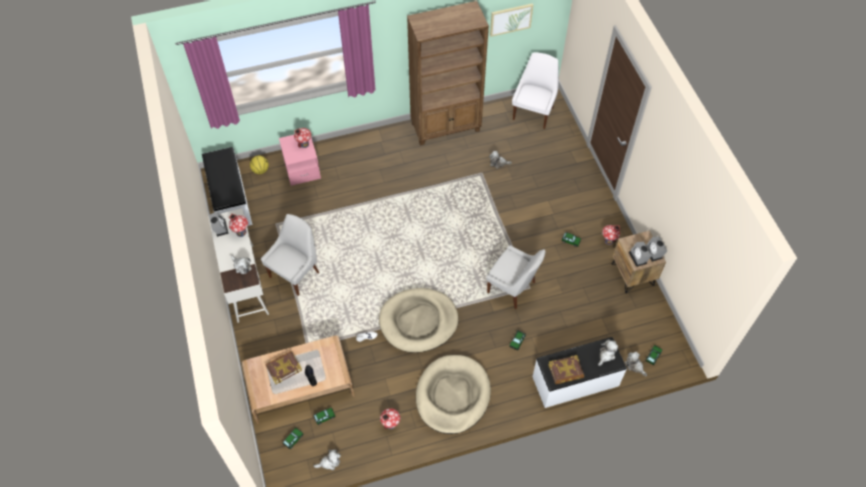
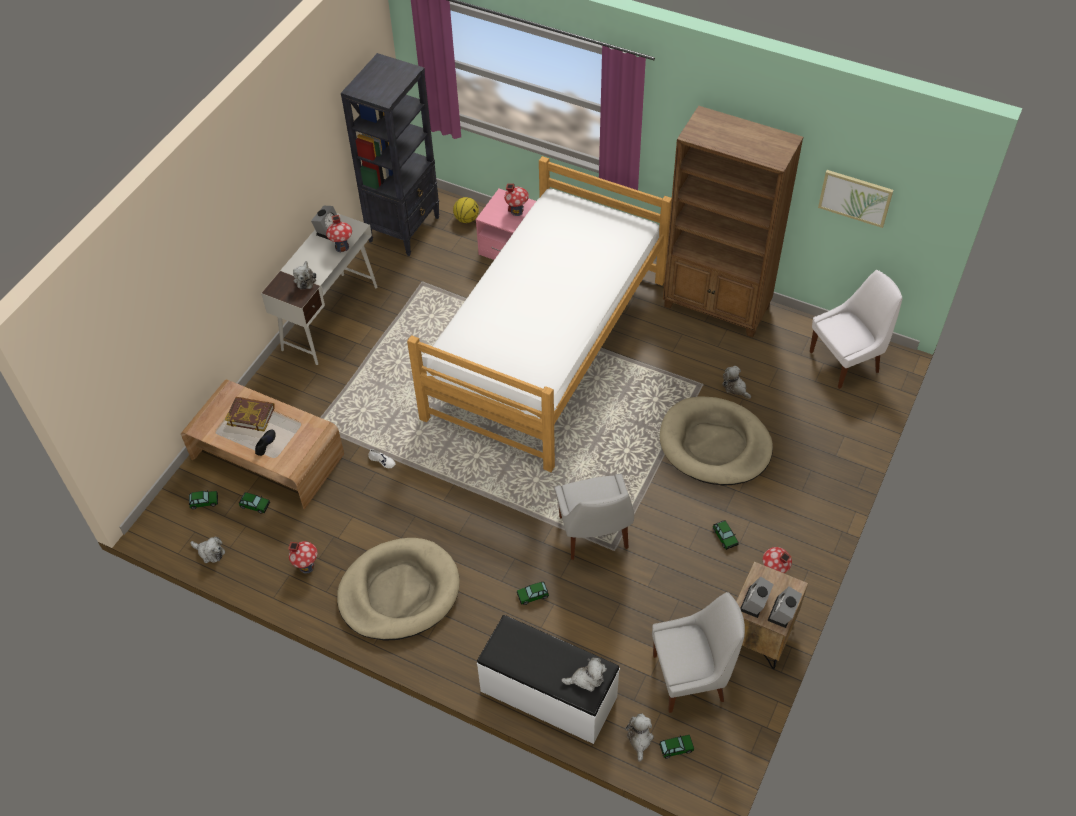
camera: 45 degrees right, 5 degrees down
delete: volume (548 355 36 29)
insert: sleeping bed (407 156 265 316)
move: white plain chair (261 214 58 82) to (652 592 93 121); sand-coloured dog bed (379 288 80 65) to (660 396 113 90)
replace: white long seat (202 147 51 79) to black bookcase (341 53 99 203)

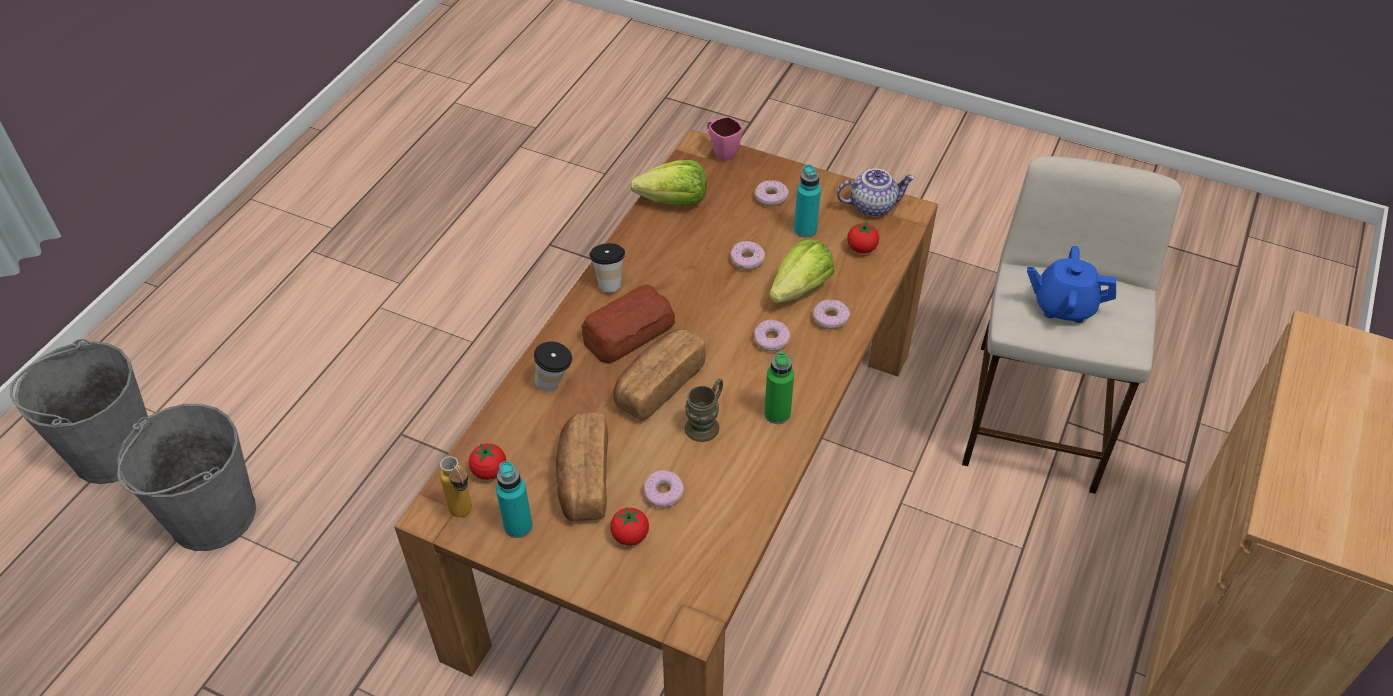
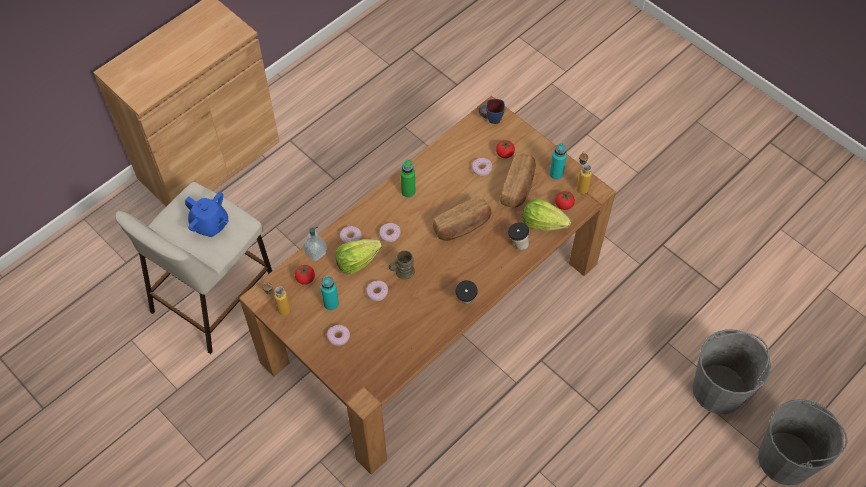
camera: 160 degrees left, 10 degrees up
delete: pink tea mug (707 117 36 44); bakery bread (581 284 94 79)
insert: bluish tea mug (479 99 26 25); liquid soap bottle (303 227 24 34)
move: lettuce head (631 160 76 46) to (522 198 49 33); brownish tea mug (685 379 38 63) to (389 250 26 30)
replace: tea pot (837 169 78 48) to beverage bottle (262 282 29 34)

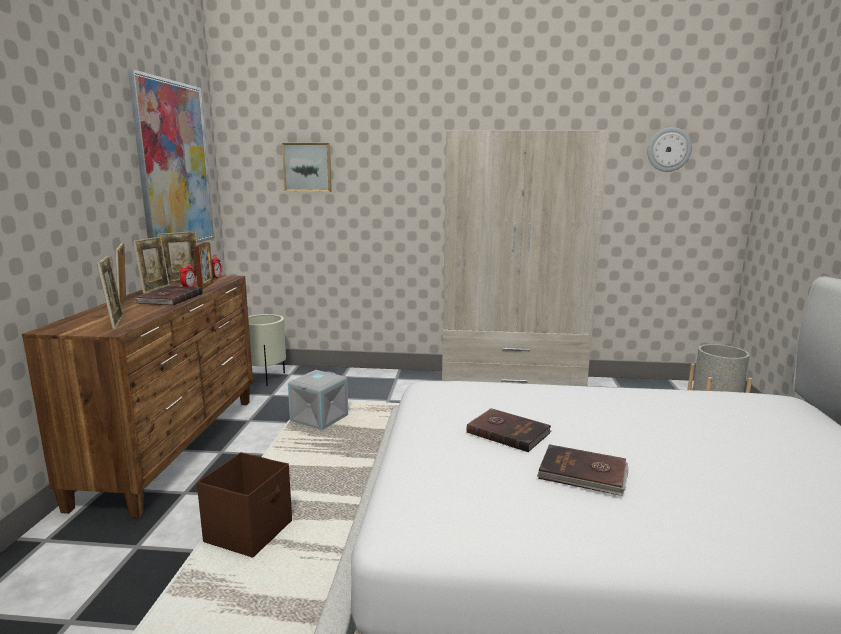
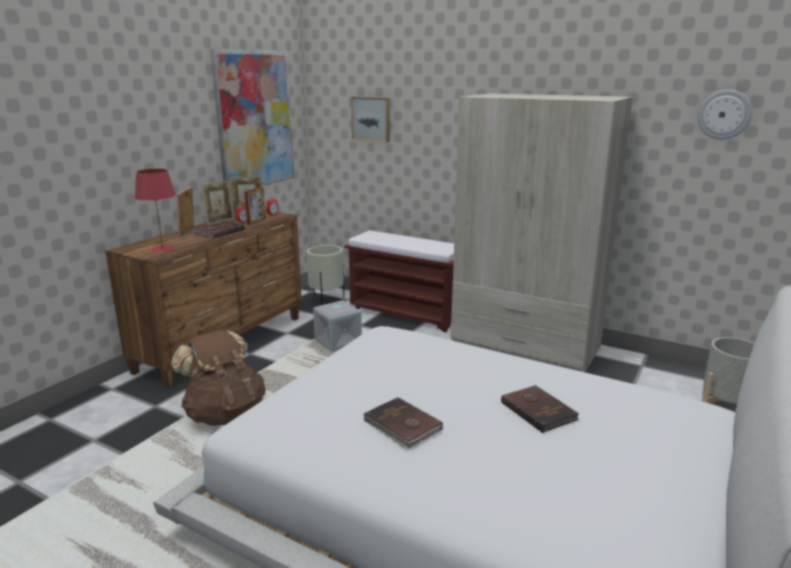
camera: 25 degrees right, 5 degrees up
insert: brownish long seat (345 230 109 102)
move: brownish volume (467 408 84 44) to (501 385 78 48)
replace: photo frame (97 256 27 73) to red-coloured tabletop lamp (135 169 41 83); brownish storage bin (197 452 95 106) to brownish knapsack (171 330 95 96)

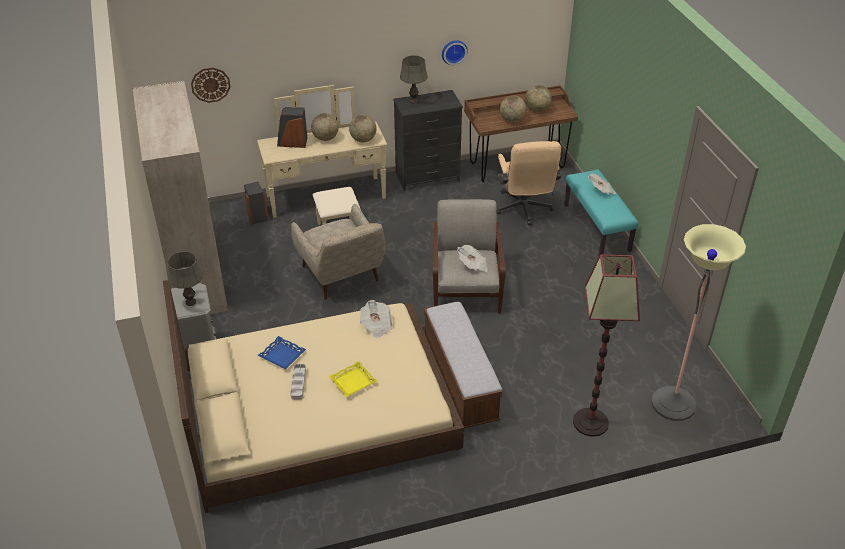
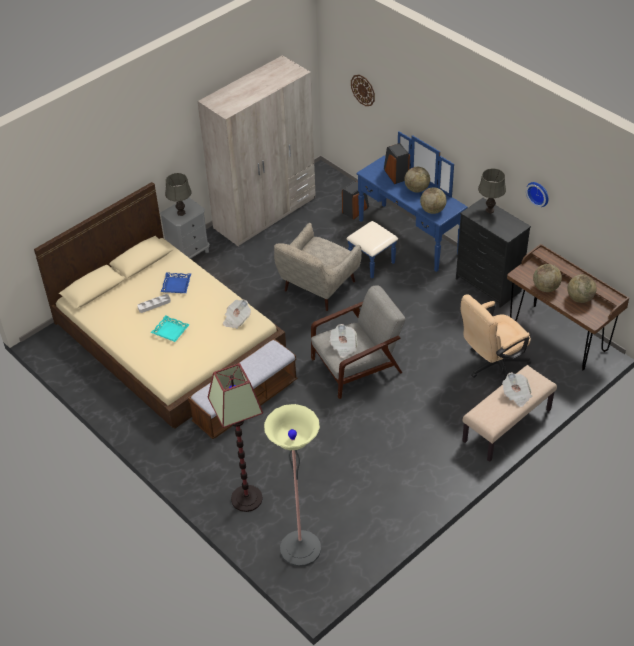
camera: 65 degrees right, 5 degrees up
recolor: sand-coloured drawer chest (257 85 130 140) to bluish drawer chest (346 131 122 147); blue-green long seat (564 170 74 86) to sand-coloured long seat (462 365 95 97); yellowish carrying tray (328 361 49 36) to blue-green carrying tray (151 315 39 27)

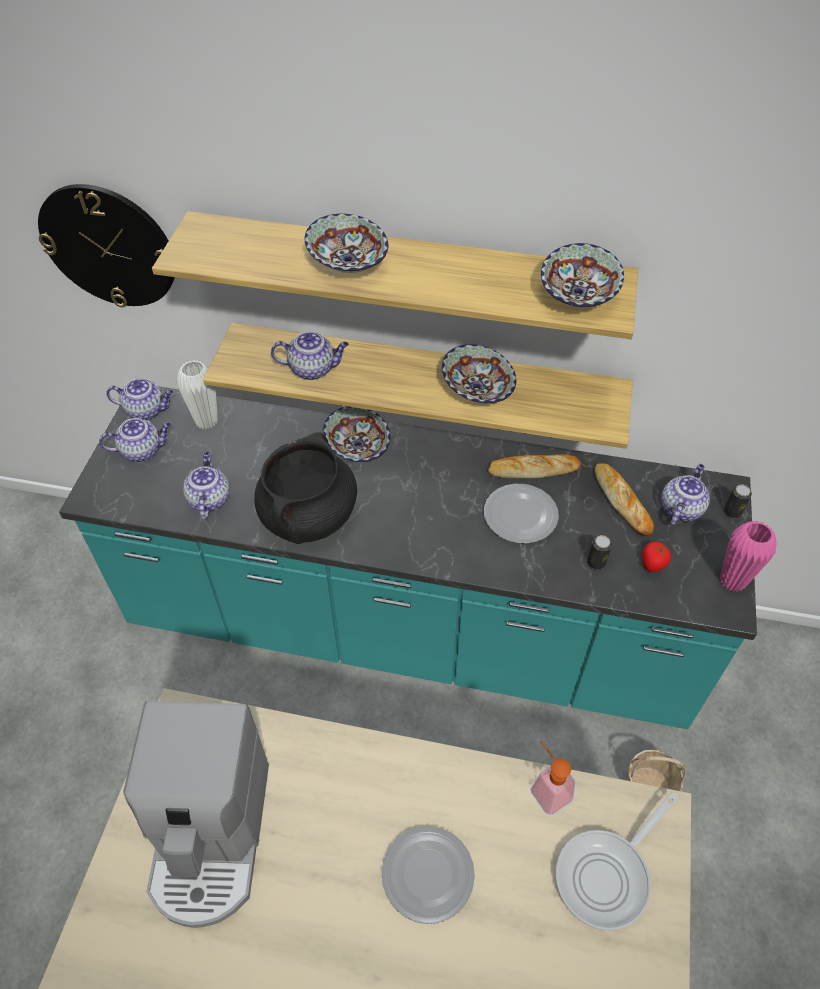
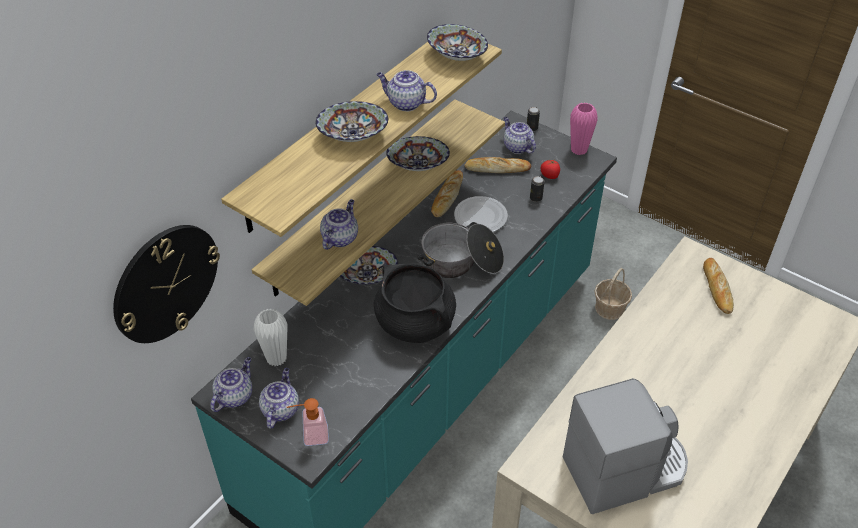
camera: 65 degrees left, 5 degrees down
delete: flat dish (382 826 93 98)
insert: saucepot (417 222 87 56)
move: tea pot (183 452 47 68) to (376 70 61 41); liquid soap bottle (530 741 45 74) to (287 398 42 48)
replace: frying pan (556 792 123 139) to bakery bread (703 258 31 56)
rotate: coffee brewer (123 701 146 227) = (563 378 125 136) 45 degrees counterclockwise

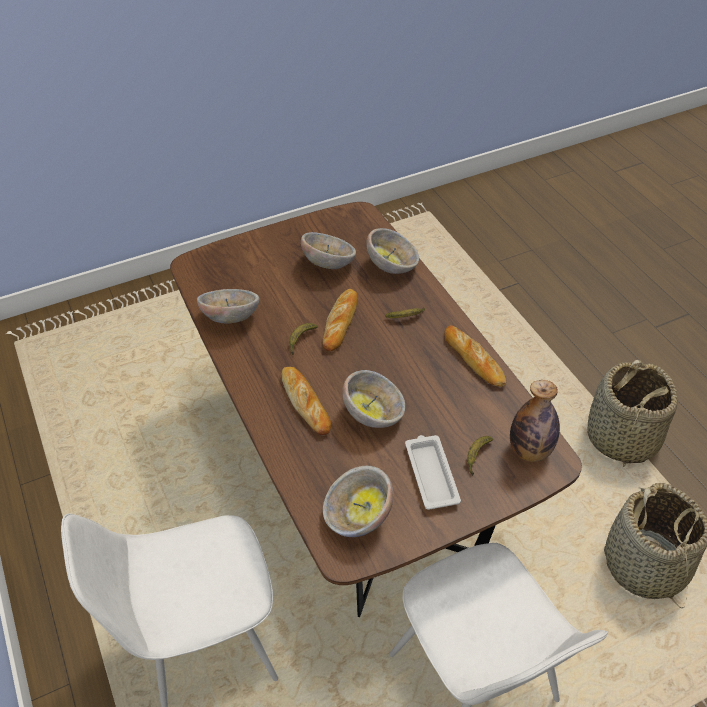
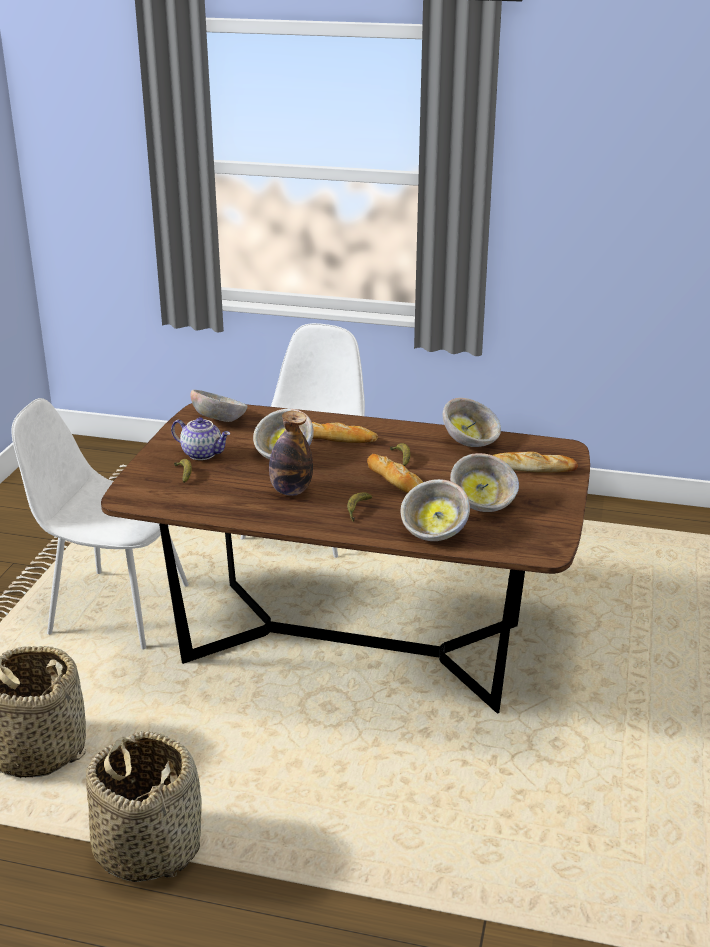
camera: 130 degrees right, 20 degrees down
move: bakery bread (444 325 62 62) to (493 452 85 21); beverage bottle (510 380 50 82) to (269 411 44 85)
replace: white carrying tray (405 435 56 75) to tea pot (171 417 59 43)

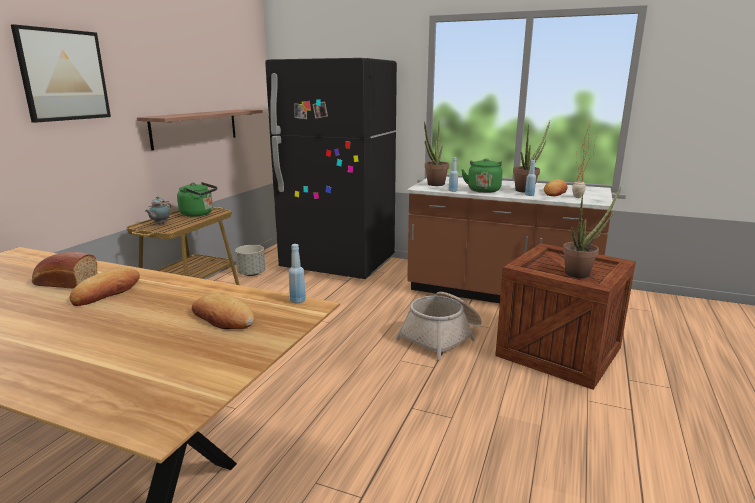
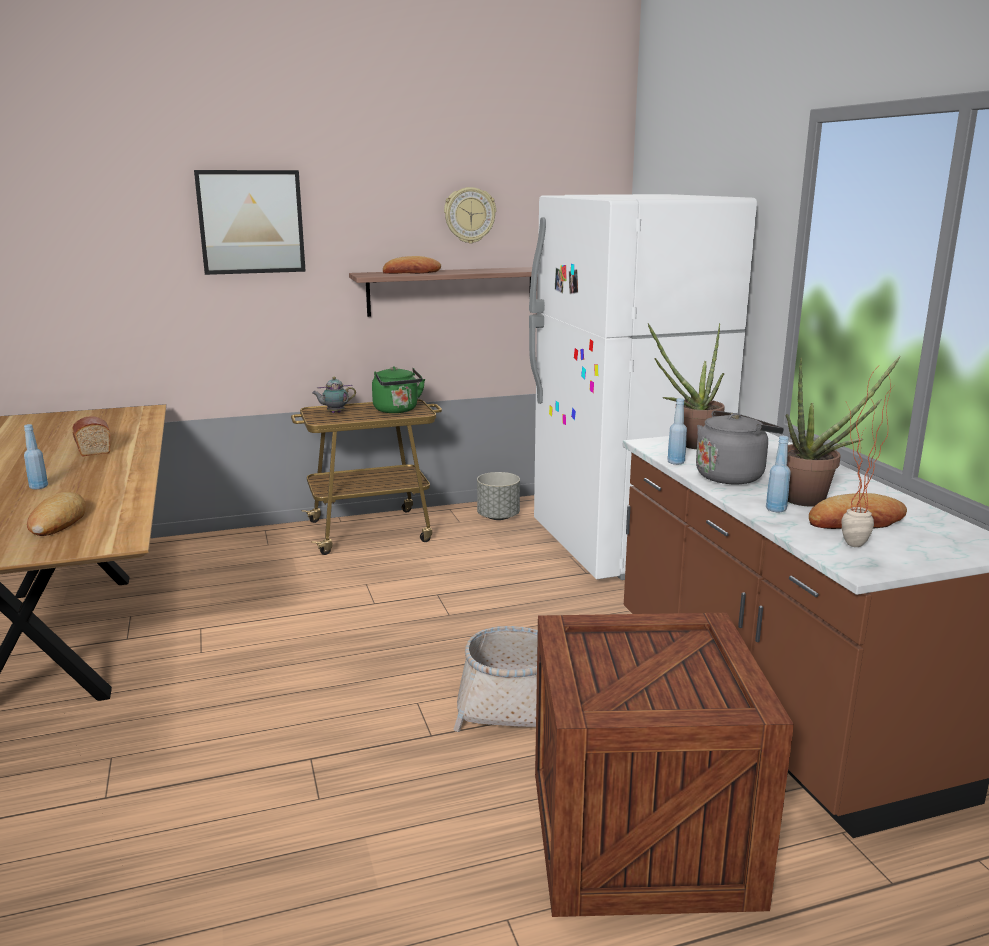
camera: 50 degrees right, 0 degrees up
delete: houseplant (563 187 58 91)
insert: wall clock (444 187 52 57)
move: bluish beverage bottle (289 244 17 59) to (24 424 24 65); bakery bread (70 268 70 38) to (383 256 58 18)
recolor: black kitchen fridge (265 58 132 221) to white kitchen fridge (529 194 228 386); greenish tea kettle (461 158 42 35) to greyish tea kettle (696 410 88 74)

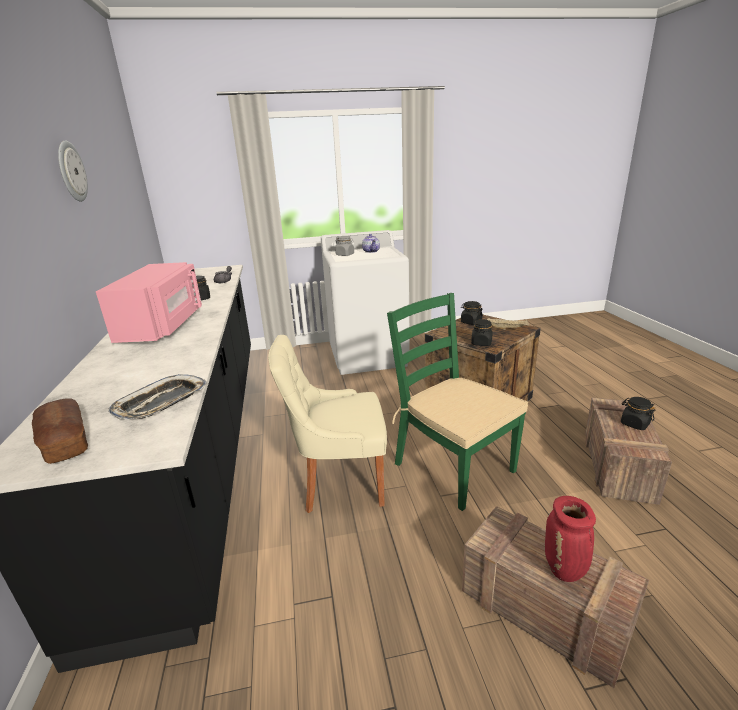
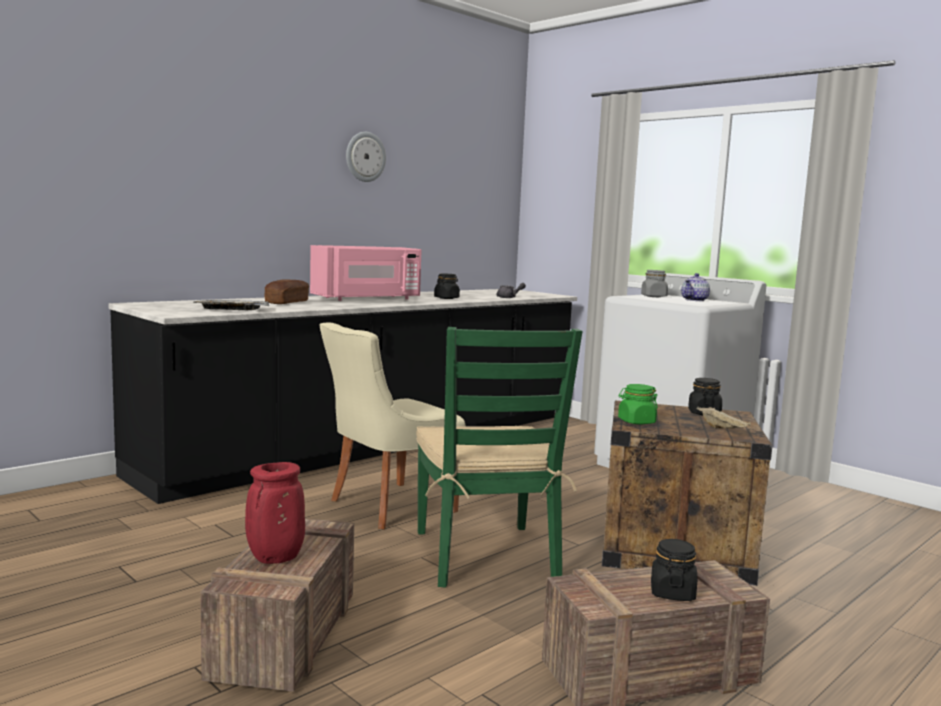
camera: 55 degrees right, 15 degrees down
move: bakery bread (32 398 56 66) to (264 279 45 25)
recolor: black storage jar (471 319 22 27) to greenish storage jar (618 384 40 40)
rotate: greenish plain chair (387 293 141 218) = (416 327 167 261) 150 degrees clockwise; sand-coloured plain chair (268 335 119 178) = (320 323 145 206) 90 degrees counterclockwise

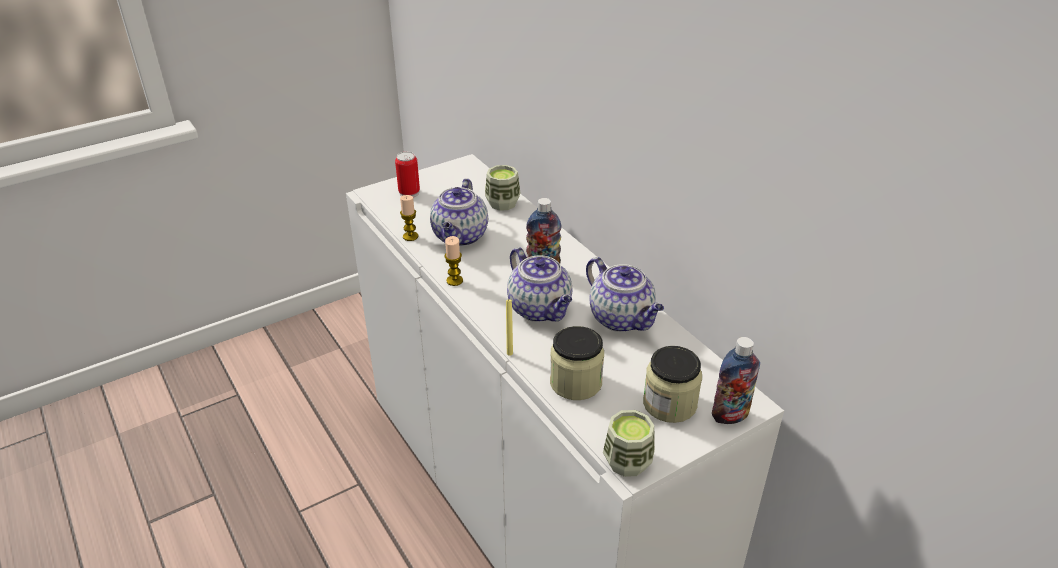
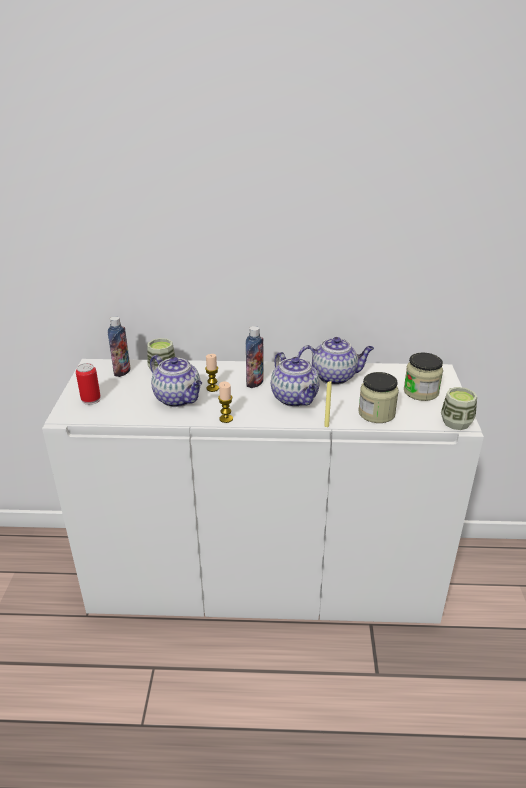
camera: 55 degrees left, 5 degrees down
move: wax candle (400 195 18 46) to (205 354 14 38); beverage bottle (712 337 48 87) to (108 316 23 61)
rotate: tea pot (507 247 65 75) = (271 352 49 55) 60 degrees clockwise

